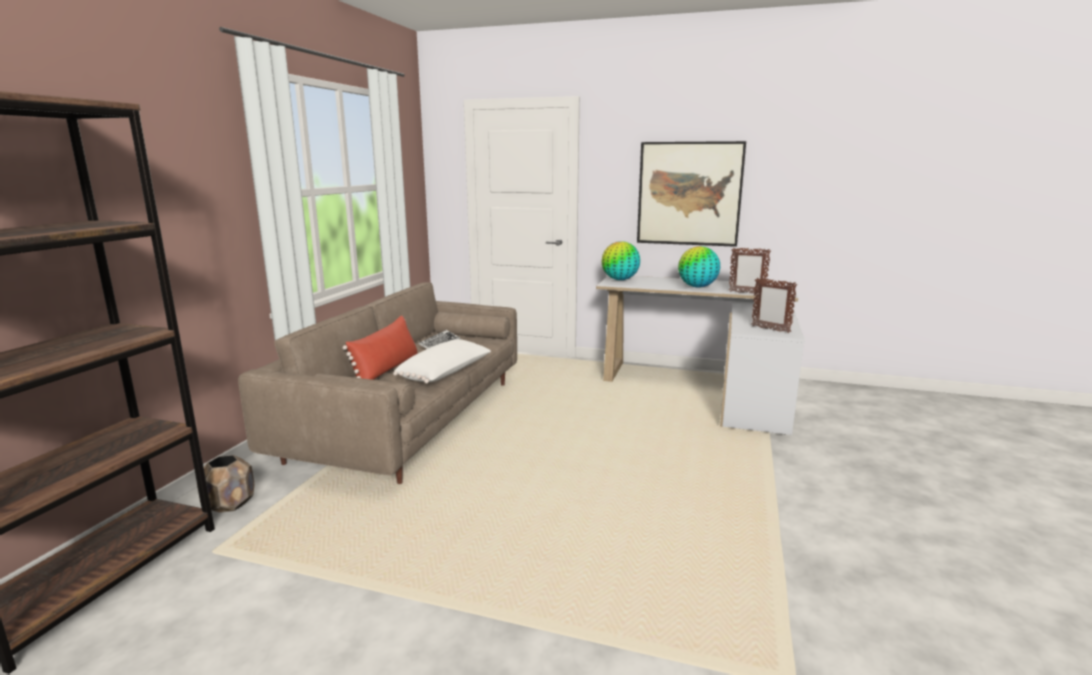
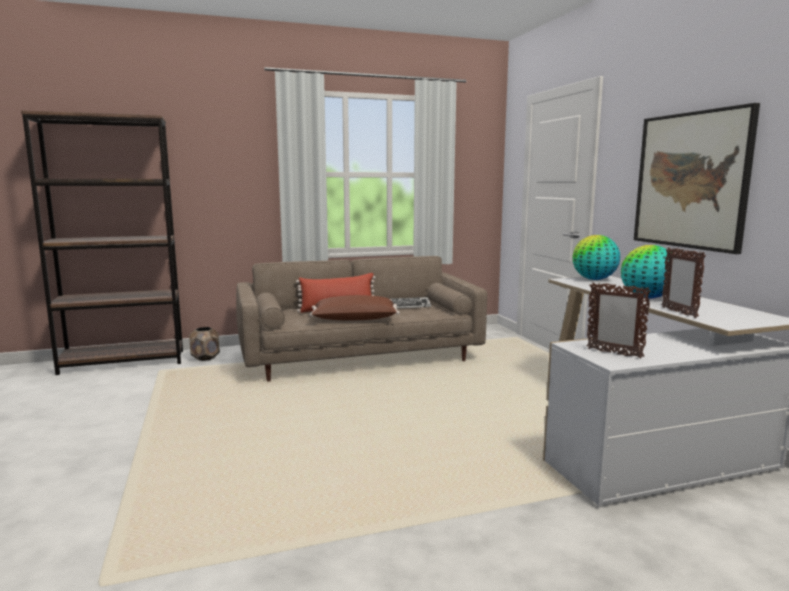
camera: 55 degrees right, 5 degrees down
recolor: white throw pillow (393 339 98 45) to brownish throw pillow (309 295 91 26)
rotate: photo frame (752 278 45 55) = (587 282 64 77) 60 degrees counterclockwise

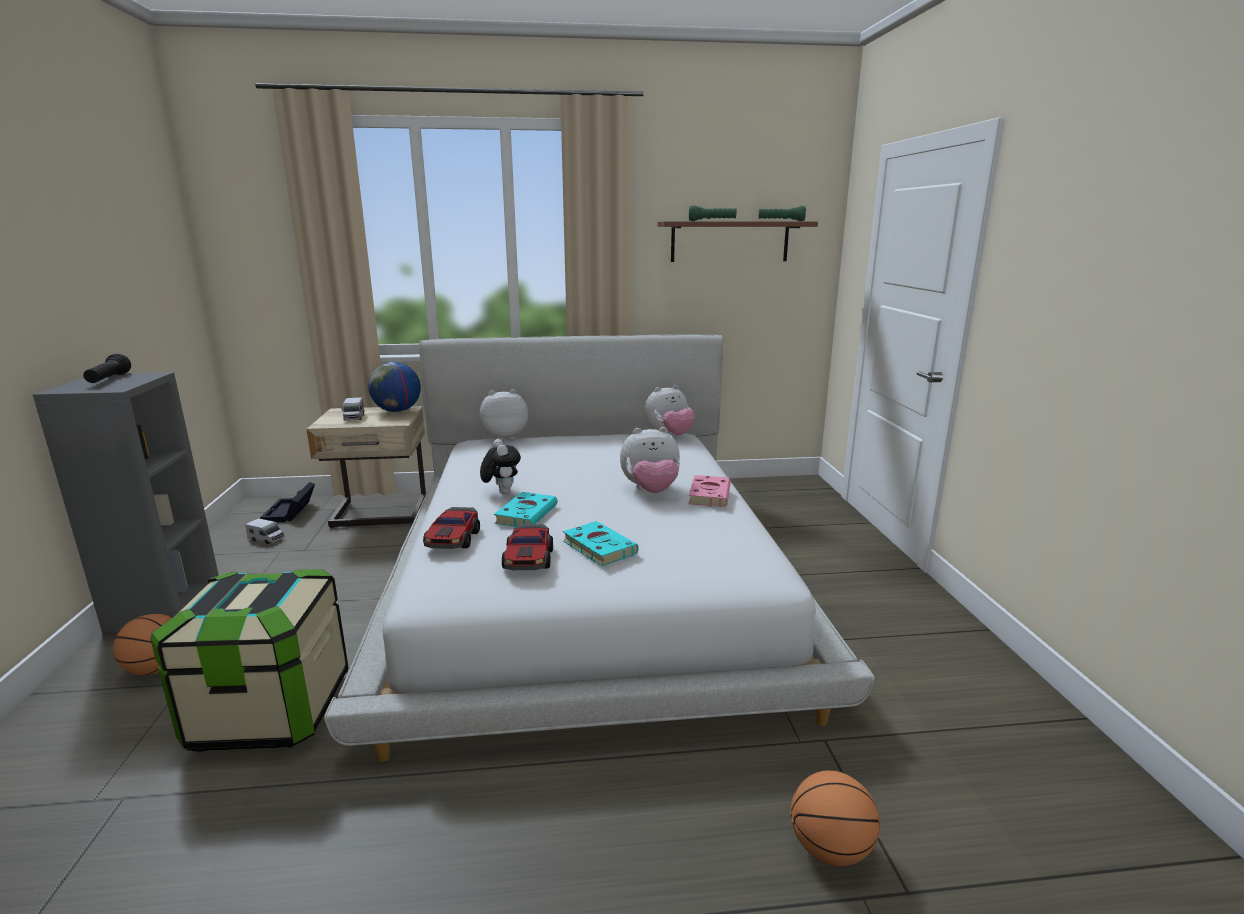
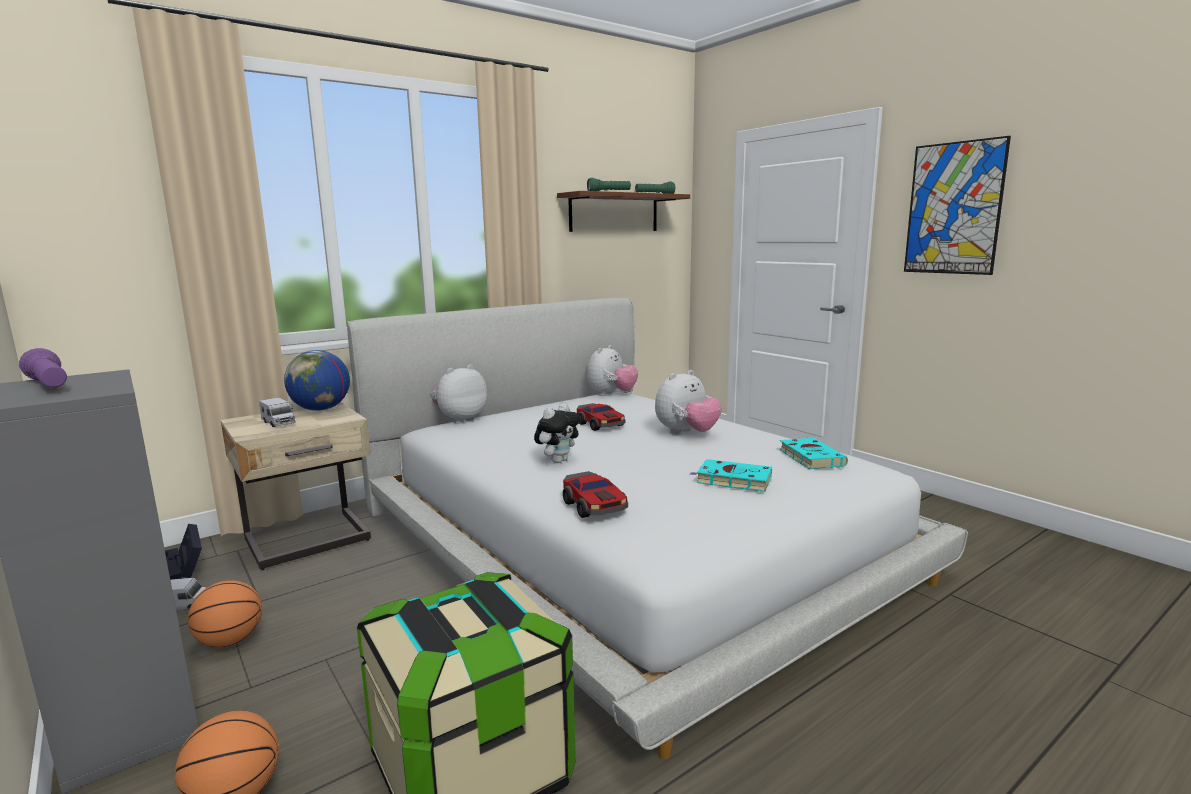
camera: 30 degrees left, 5 degrees down
delete: pink volume (688 475 43 32)
insert: wall picture (904 136 107 139)
move: blue-green volume (494 492 64 35) to (779 438 69 31); miniature car (502 524 51 46) to (577 403 49 28); basketball ball (790 770 90 97) to (187 580 75 67)
recolor: black flashlight (83 354 48 29) to purplish flashlight (19 348 48 39)
rotate: cuddly toy (480 439 41 55) = (534 403 47 60) 90 degrees clockwise

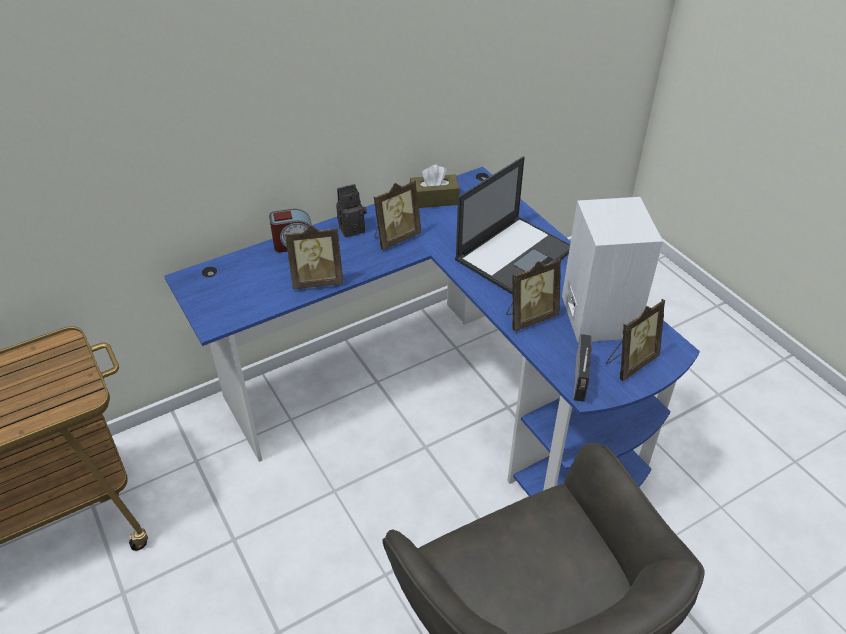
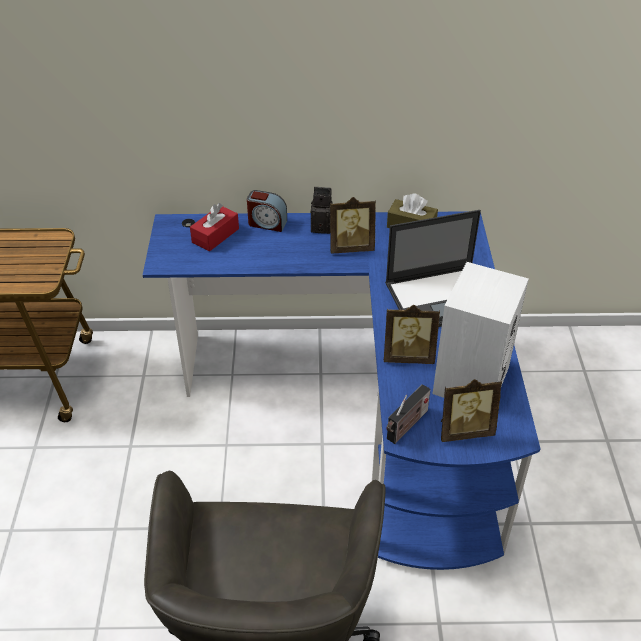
camera: 30 degrees right, 0 degrees up
delete: photo frame (285 225 58 64)
insert: red-coloured tissue holder (190 203 49 48)

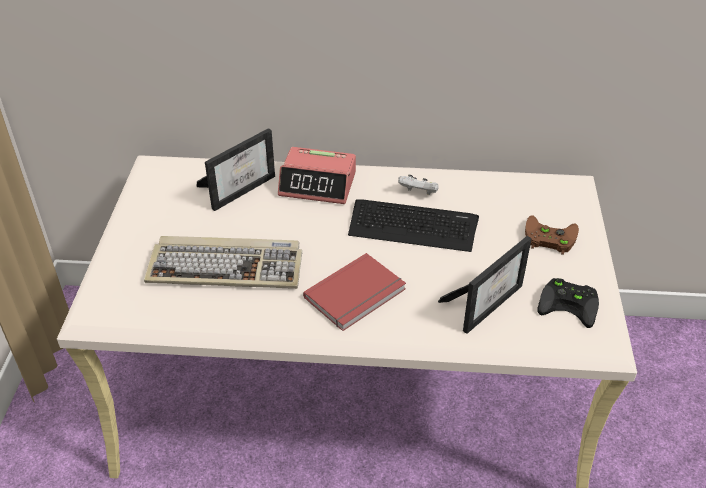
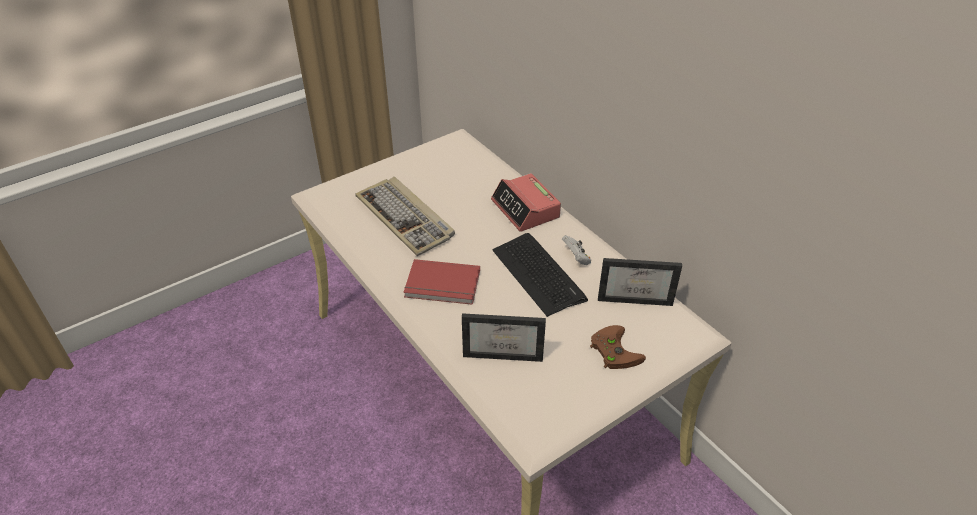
camera: 50 degrees right, 0 degrees up
delete: black joypad (537 278 62 50)
move: photo frame (197 128 78 83) to (598 258 84 48)

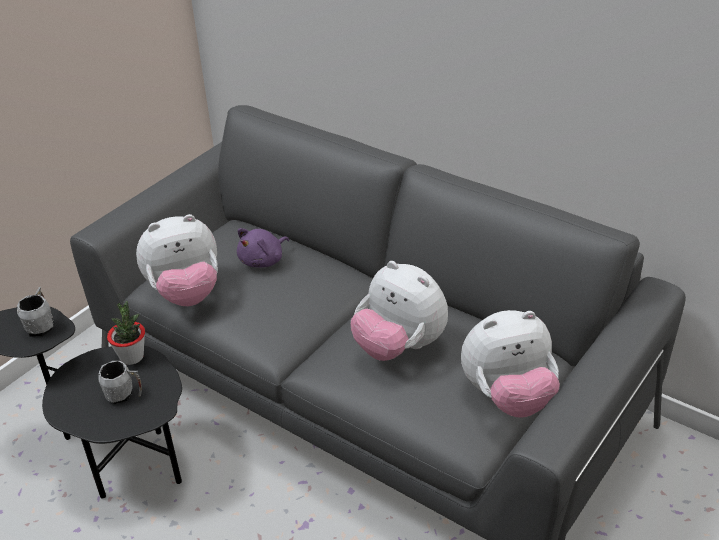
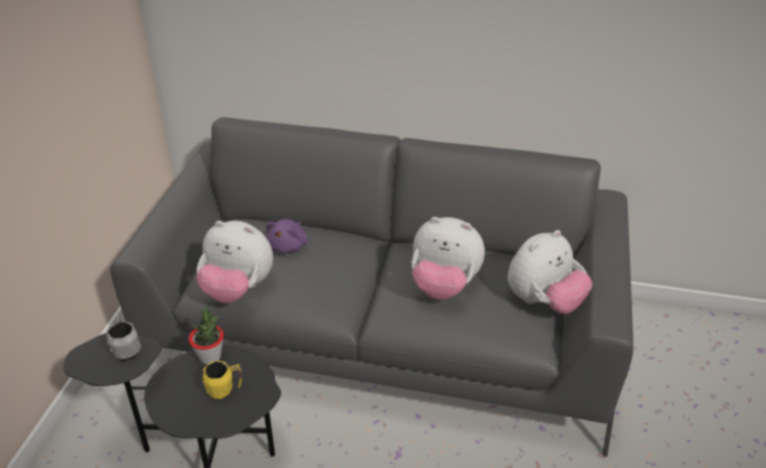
camera: 25 degrees left, 0 degrees up
recolor: greyish tea mug (98 361 44 43) to yellowish tea mug (202 360 40 40)
rotate: cuddly toy (136 214 82 92) = (196 221 77 82) 60 degrees clockwise

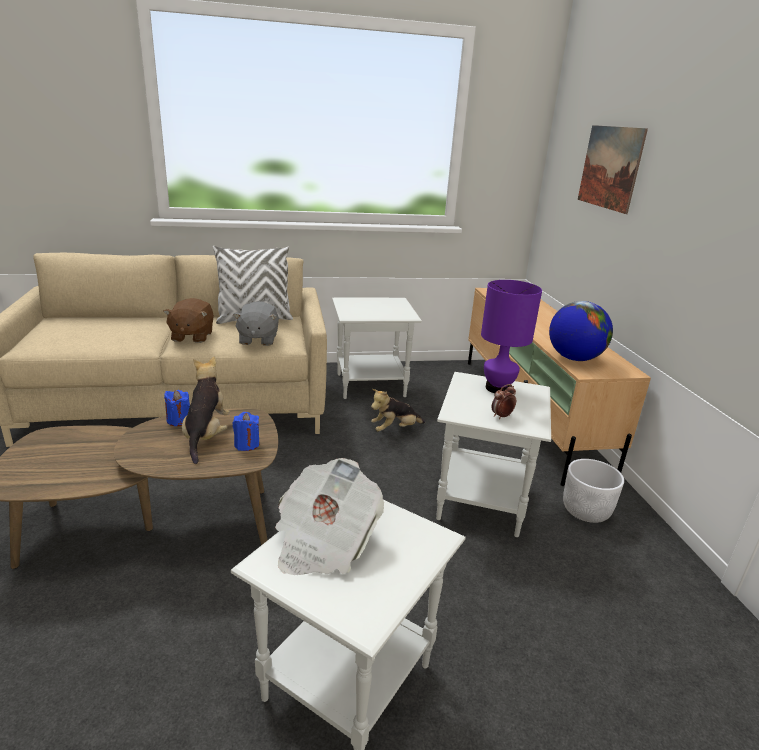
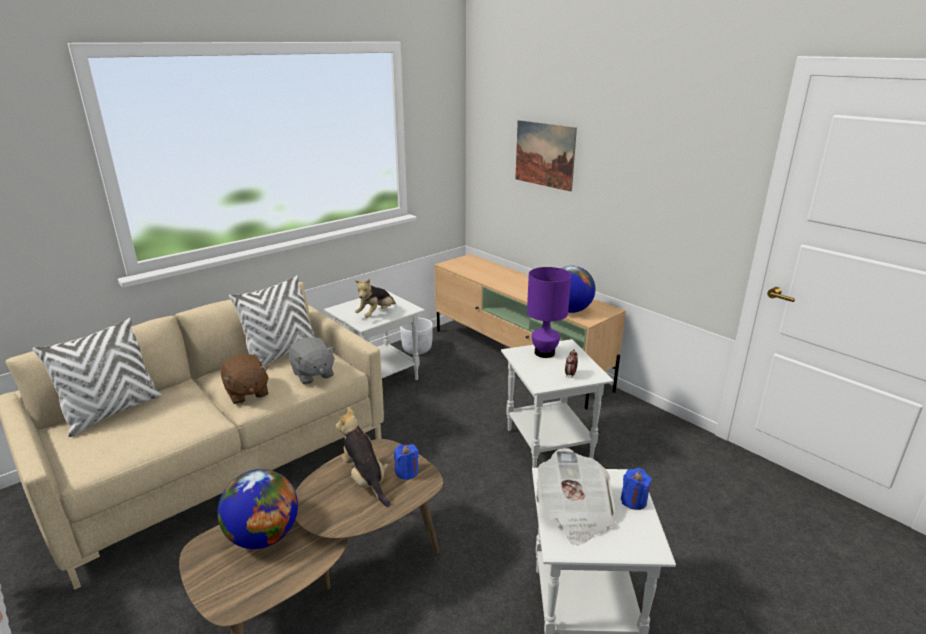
camera: 30 degrees left, 0 degrees up
insert: white throw pillow (33 318 129 119); desk globe (217 469 81 80)
move: cuddly toy (371 389 54 43) to (355 279 41 39); bluish wax candle (164 390 26 36) to (621 468 31 42); white planter (563 459 61 64) to (400 318 33 36)

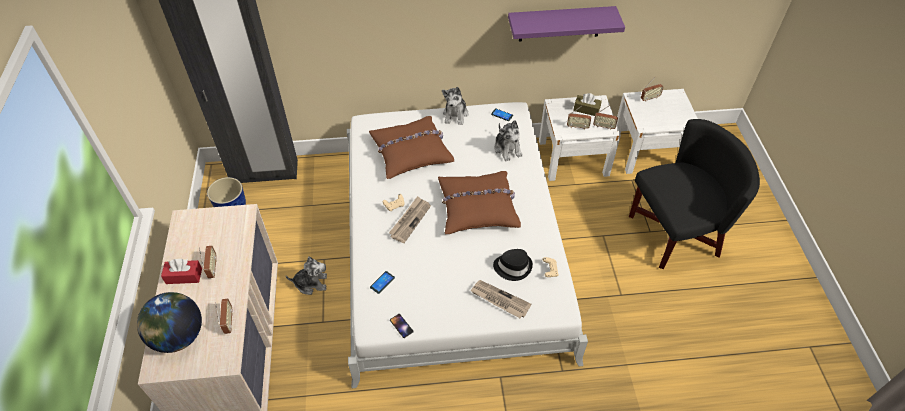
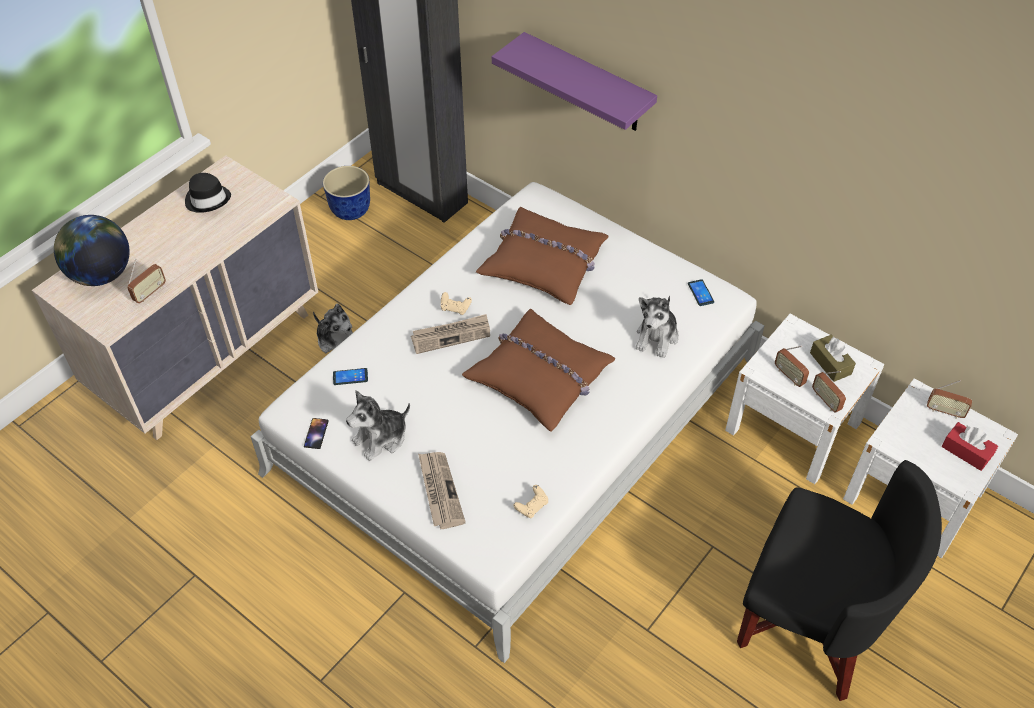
camera: 45 degrees right, 0 degrees up
delete: radio receiver (199 246 18 32)
move: purplish bracket shelf (508 6 117 36) to (492 32 165 99); cuddly toy (442 87 26 38) to (346 391 64 70); black hat (493 249 40 32) to (185 173 46 40); red-coloured tissue holder (161 258 41 26) to (942 422 56 49)

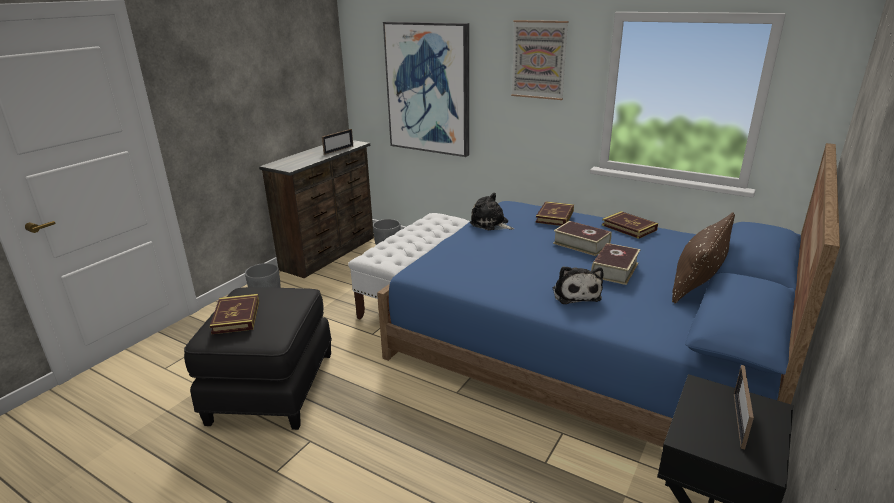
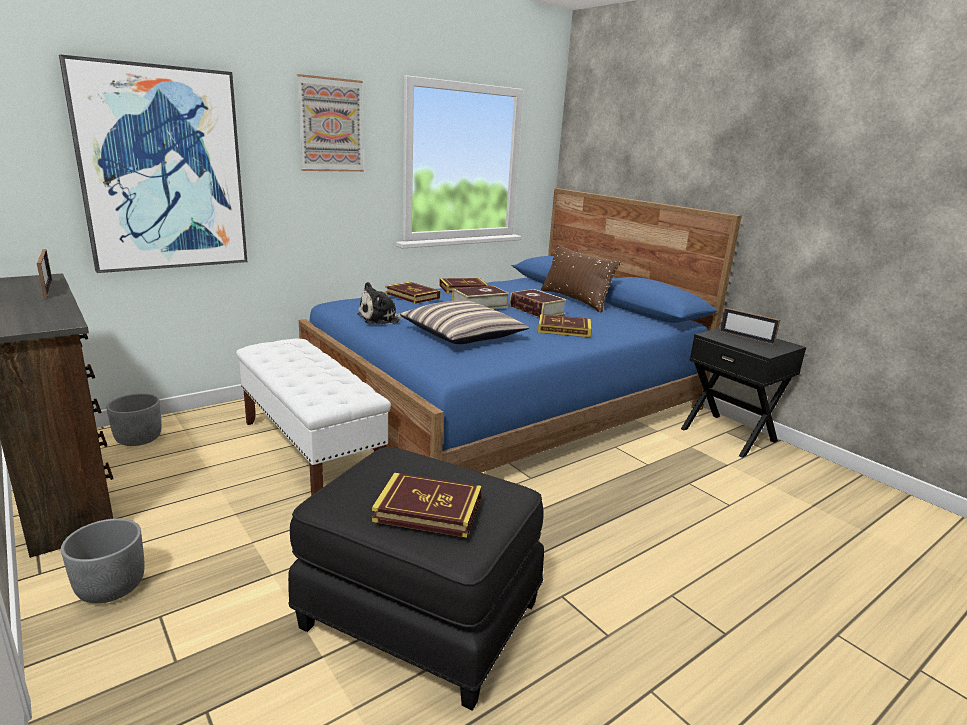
camera: 70 degrees left, 5 degrees down
insert: throw pillow (400 300 129 44)
replace: cuddly toy (553 266 50 38) to volume (538 314 54 24)

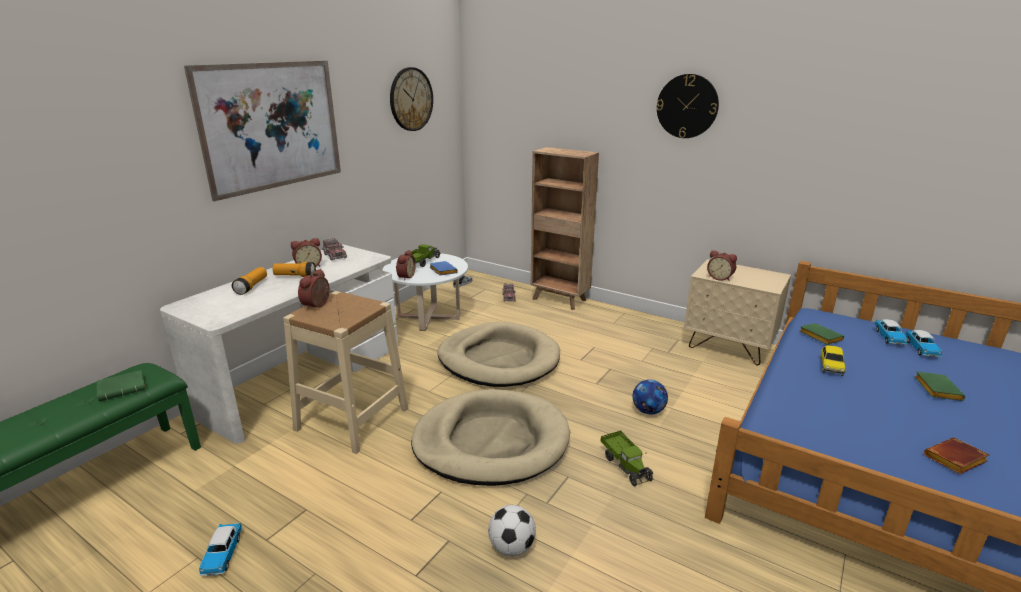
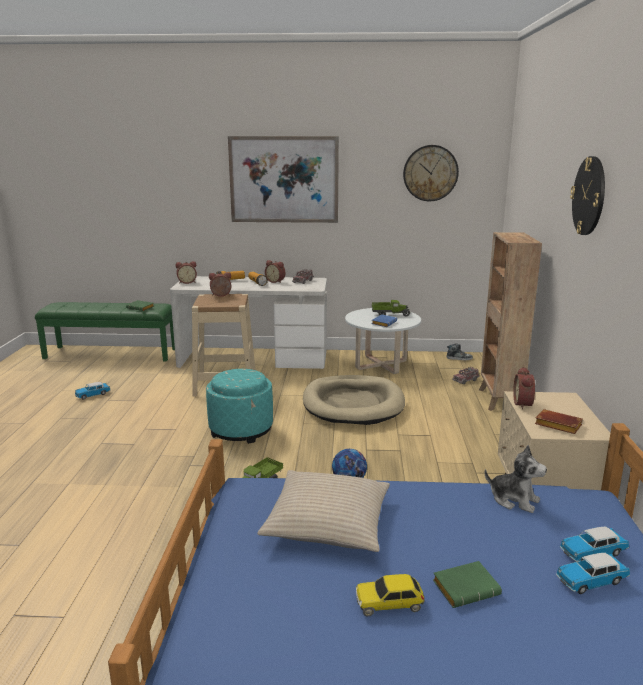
camera: 60 degrees right, 5 degrees down
delete: ball for football (488 505 48 51)
insert: sand-coloured throw pillow (257 470 133 82)
move: bedside clock (396 250 20 31) to (175 261 22 23); miniature car (820 345 26 31) to (356 574 69 43); brownish volume (924 437 66 37) to (535 409 48 25)
replace: greenish volume (799 323 45 22) to cuddly toy (485 445 62 68); sand-coloured dog bed (411 389 159 97) to blue-green footrest (206 369 67 75)

